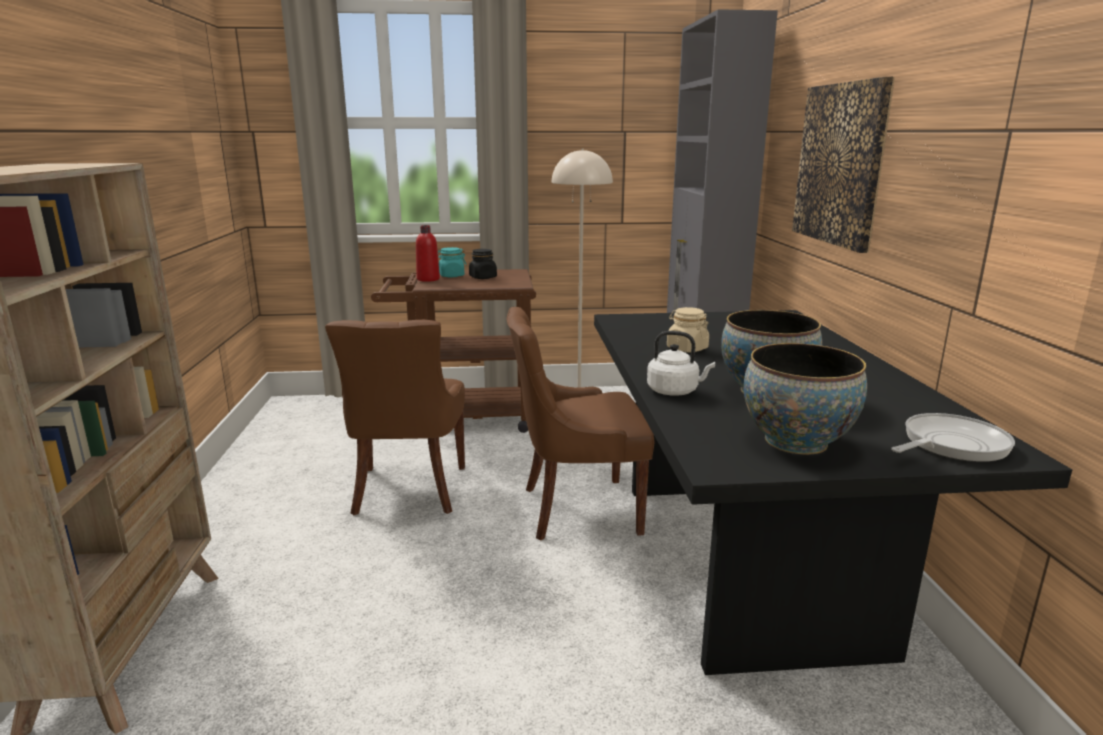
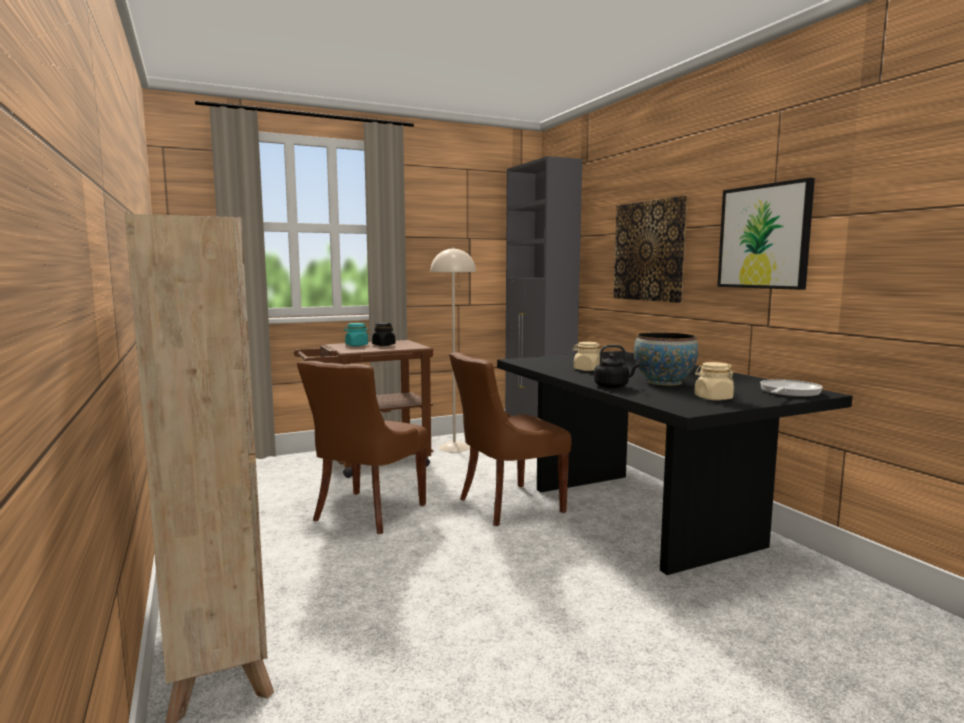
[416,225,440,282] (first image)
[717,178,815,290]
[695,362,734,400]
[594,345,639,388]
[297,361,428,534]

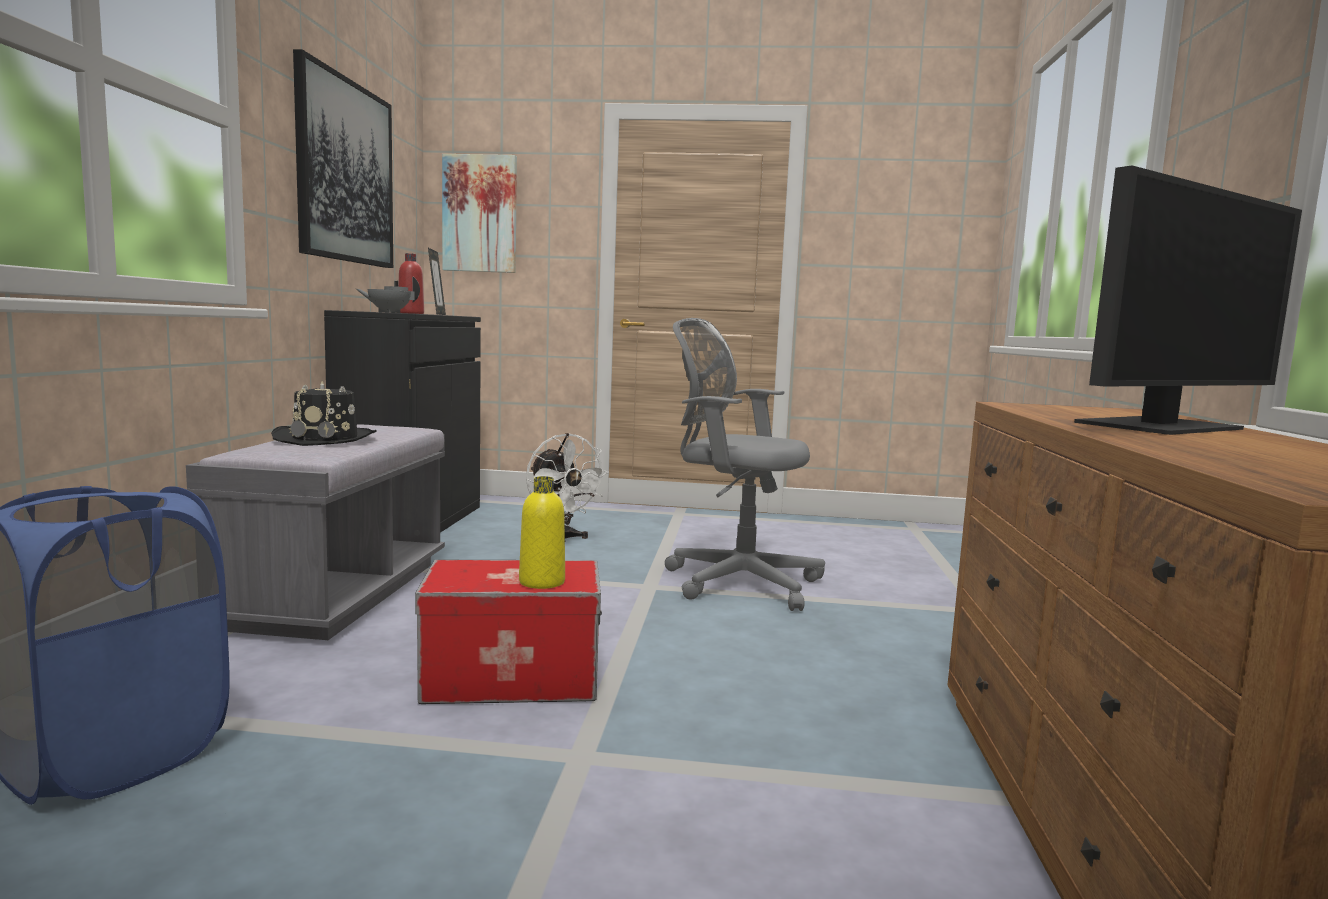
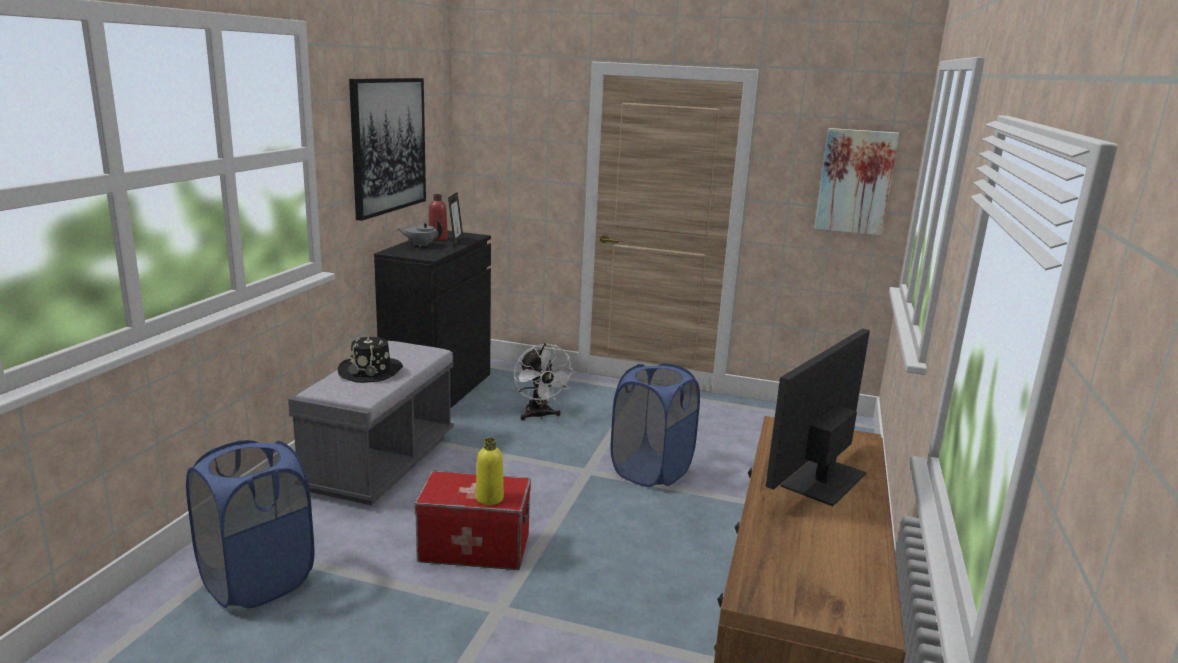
[814,128,899,236]
[611,363,700,487]
[766,329,870,506]

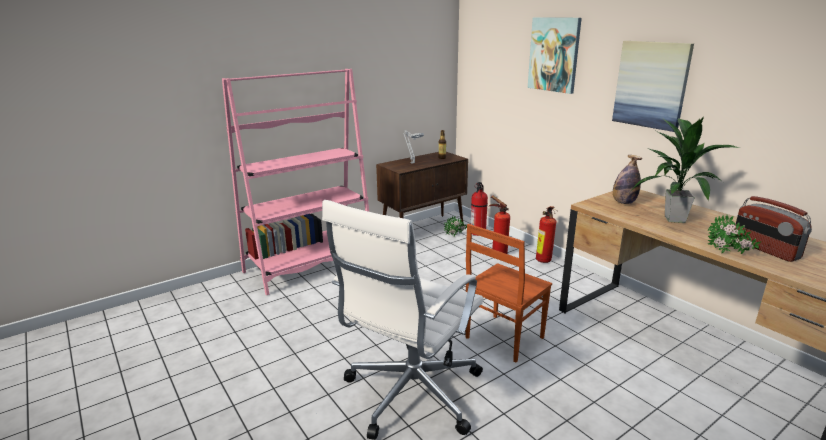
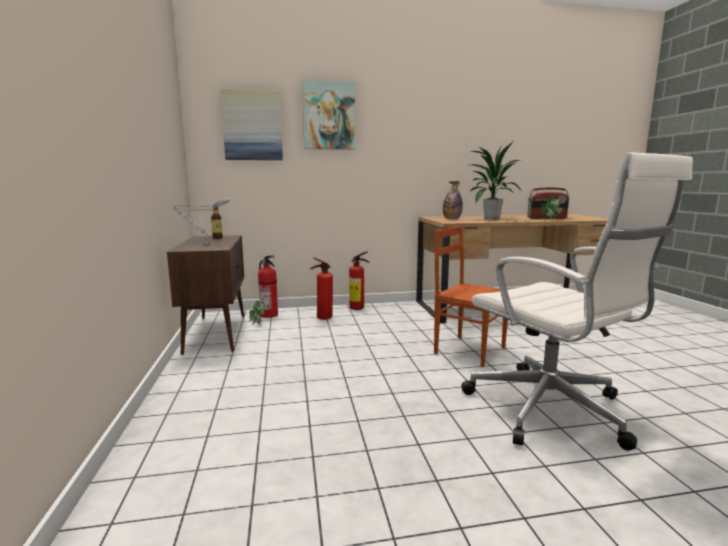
[222,69,369,295] (first image)
[221,89,283,160]
[434,226,508,367]

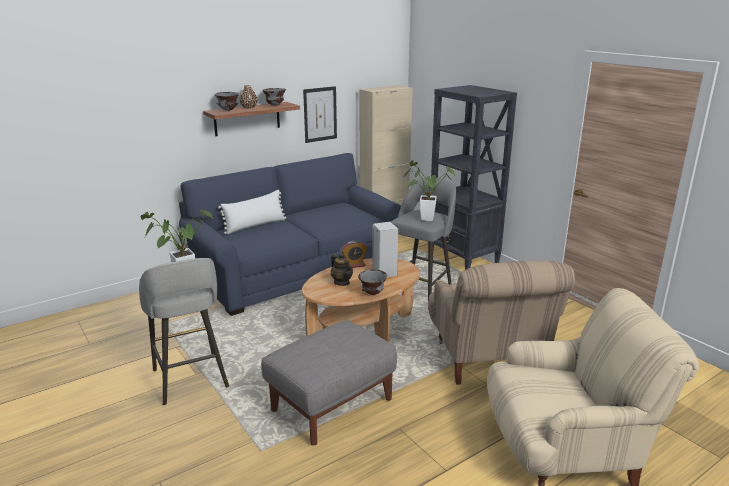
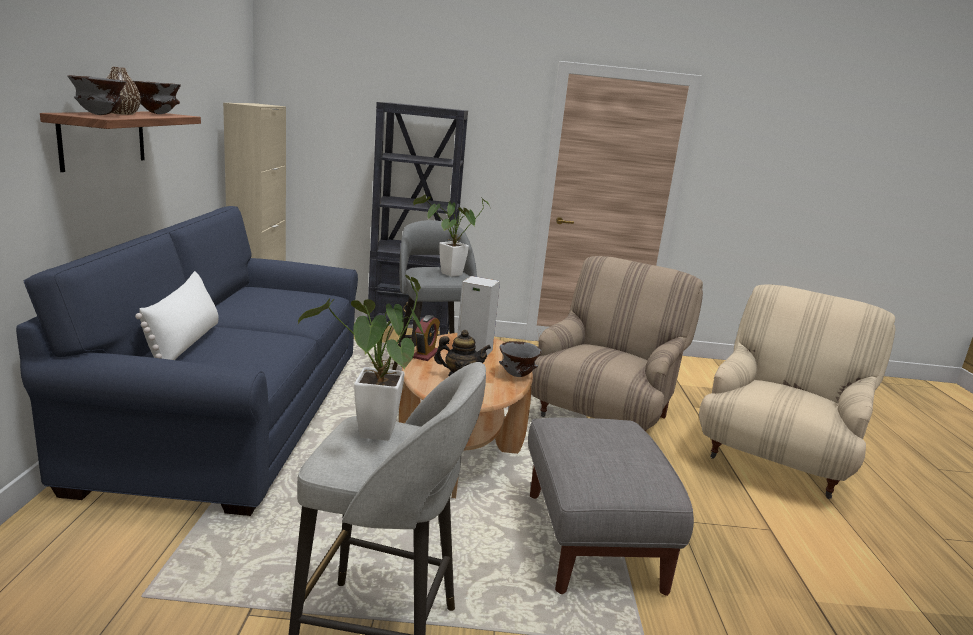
[303,86,337,143] (first image)
[531,256,703,431]

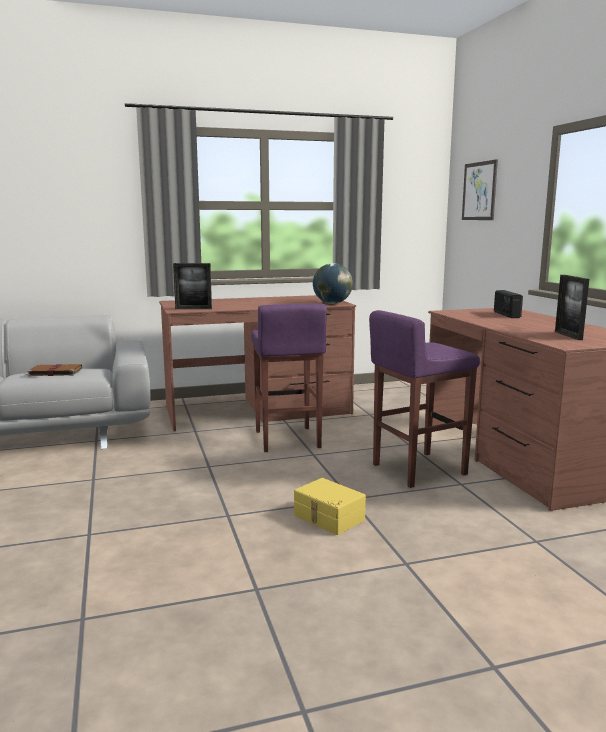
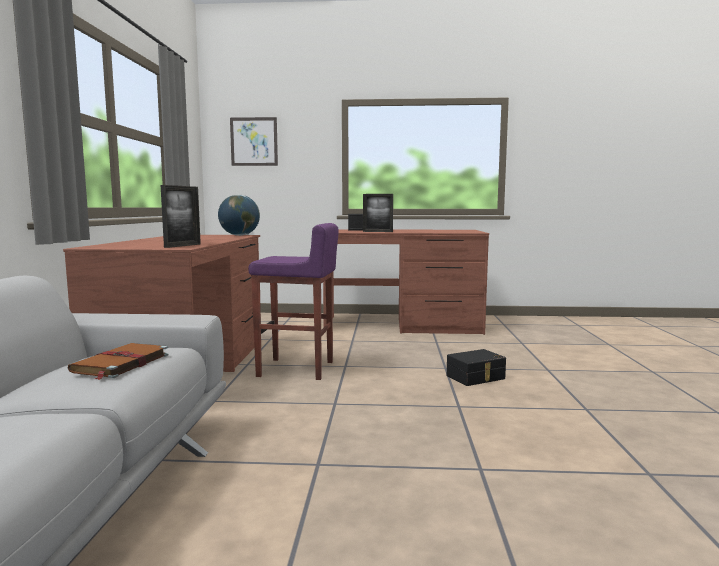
[369,310,480,488] (first image)
[363,194,393,232]
[447,349,506,386]

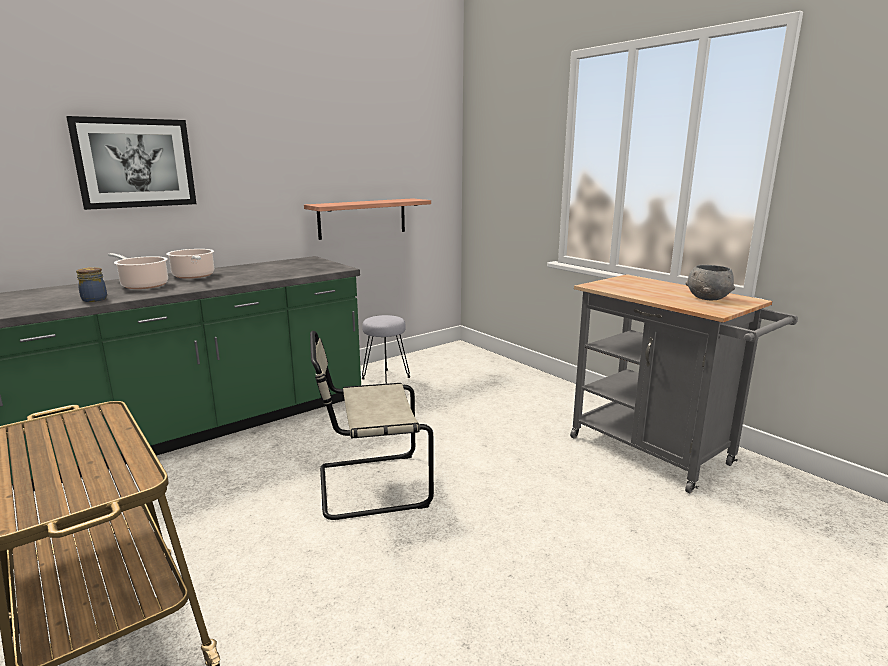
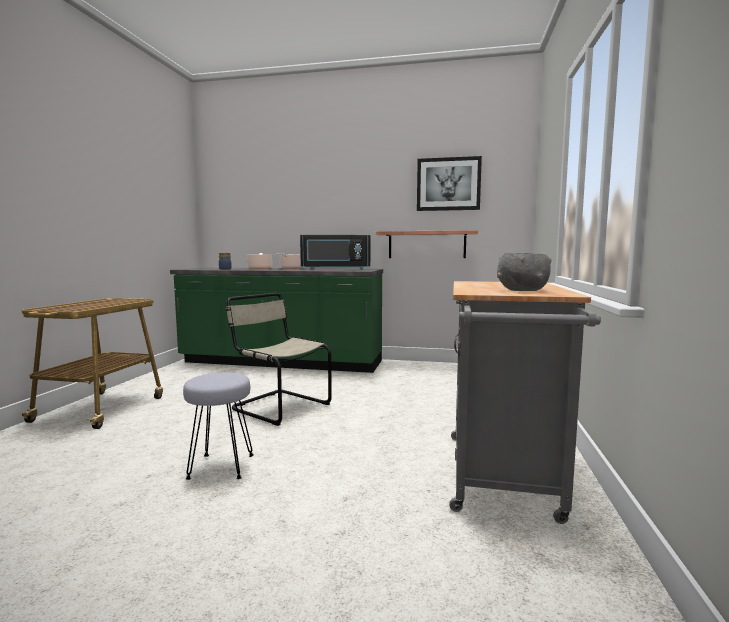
[300,235,370,270]
[417,156,482,211]
[183,372,254,480]

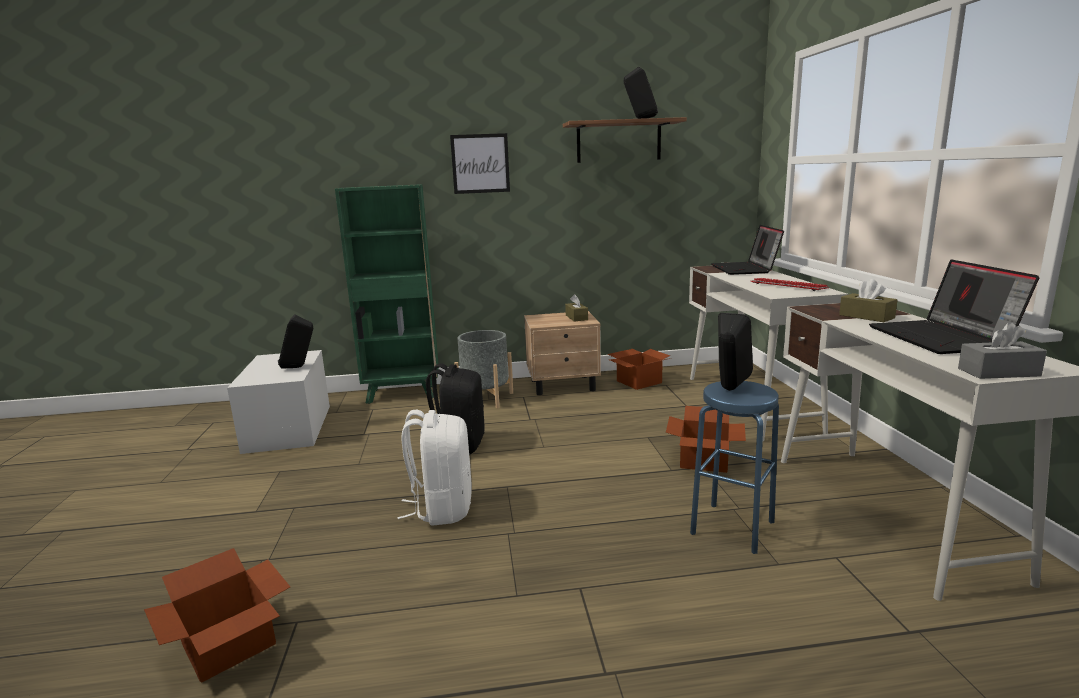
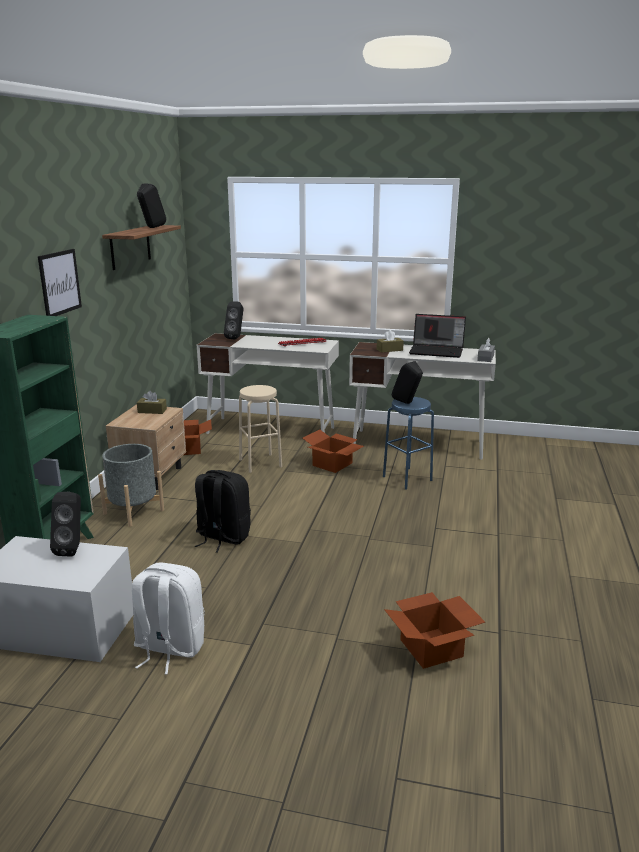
[239,385,282,473]
[132,562,205,674]
[224,301,243,339]

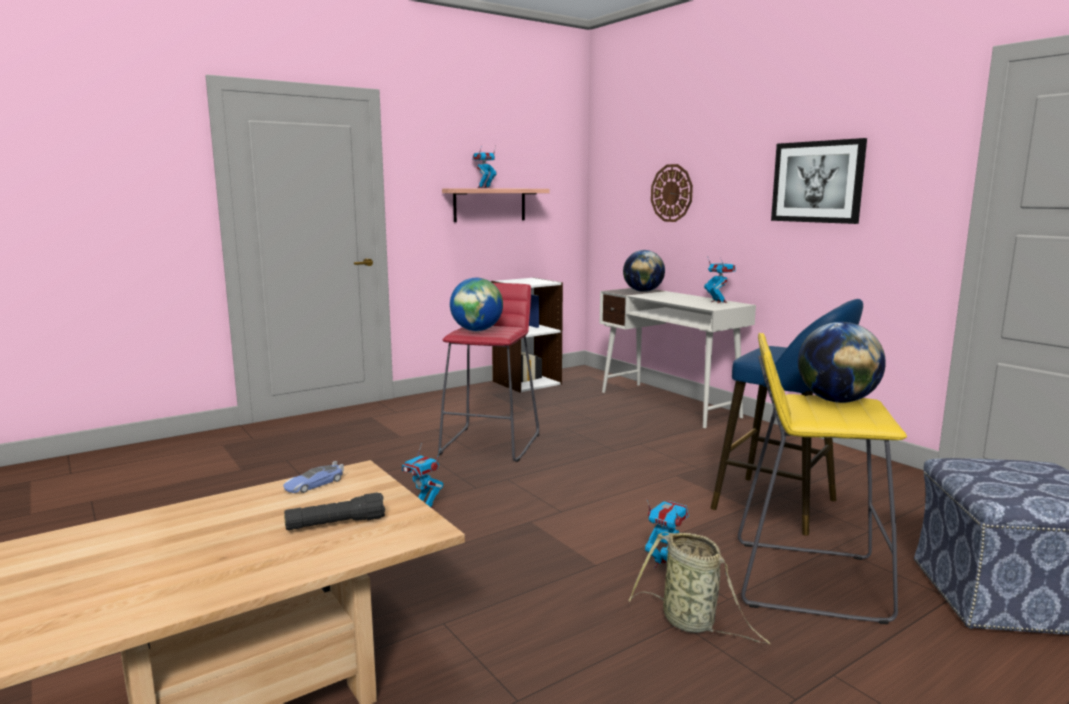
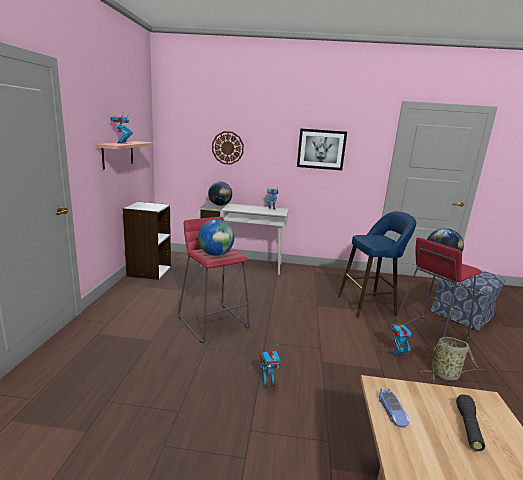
[393,238,482,342]

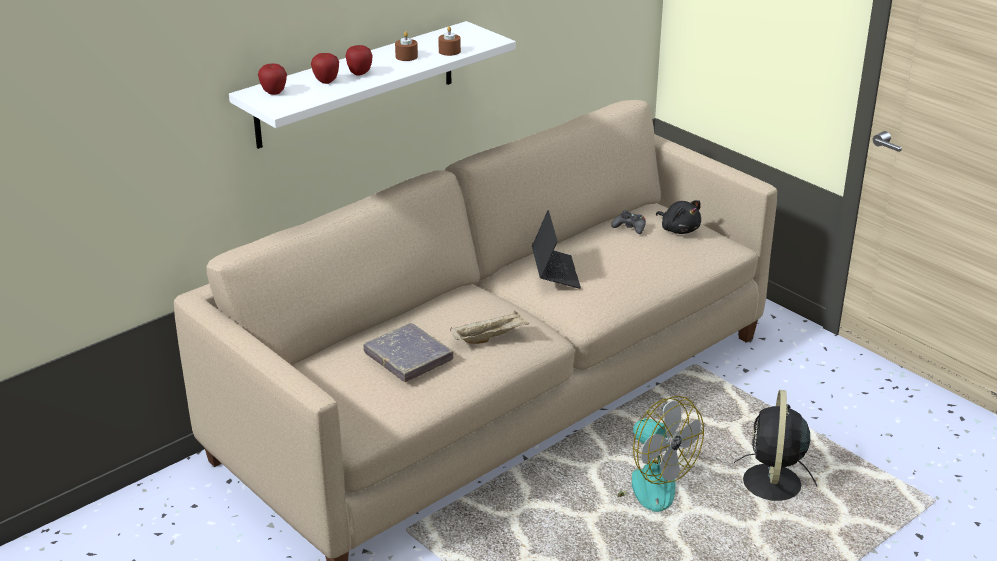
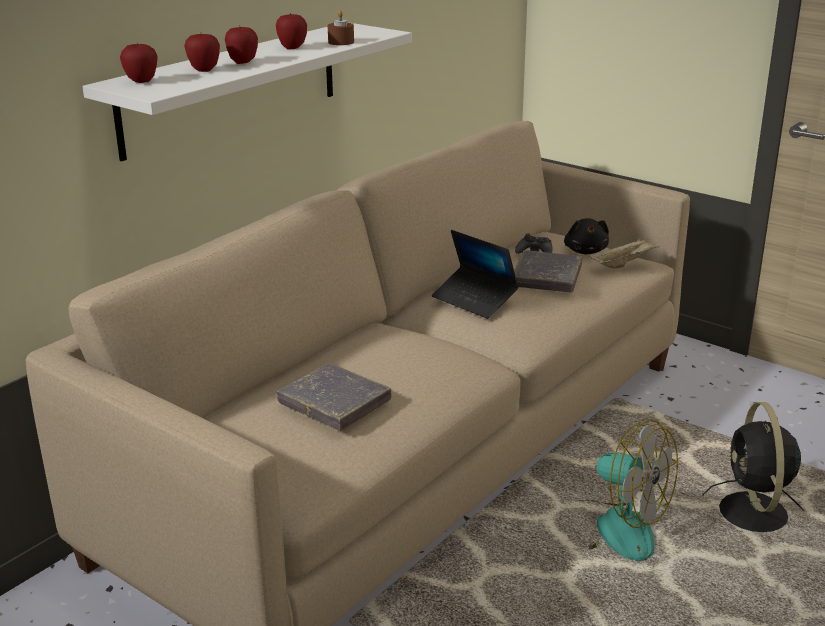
[514,250,582,292]
[589,238,660,268]
[276,12,307,49]
[432,230,519,319]
[564,218,609,254]

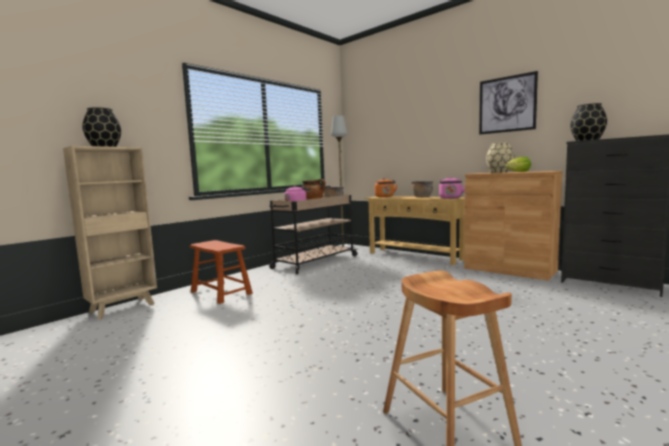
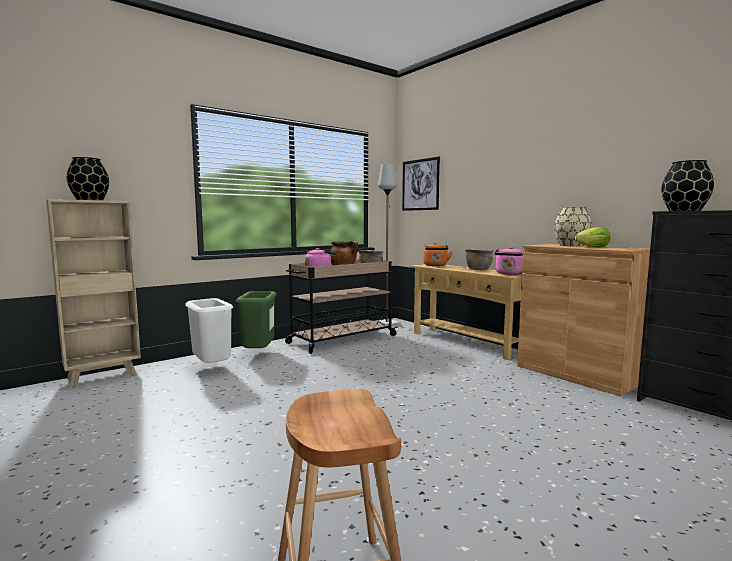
[236,291,277,348]
[402,157,440,211]
[185,298,233,363]

